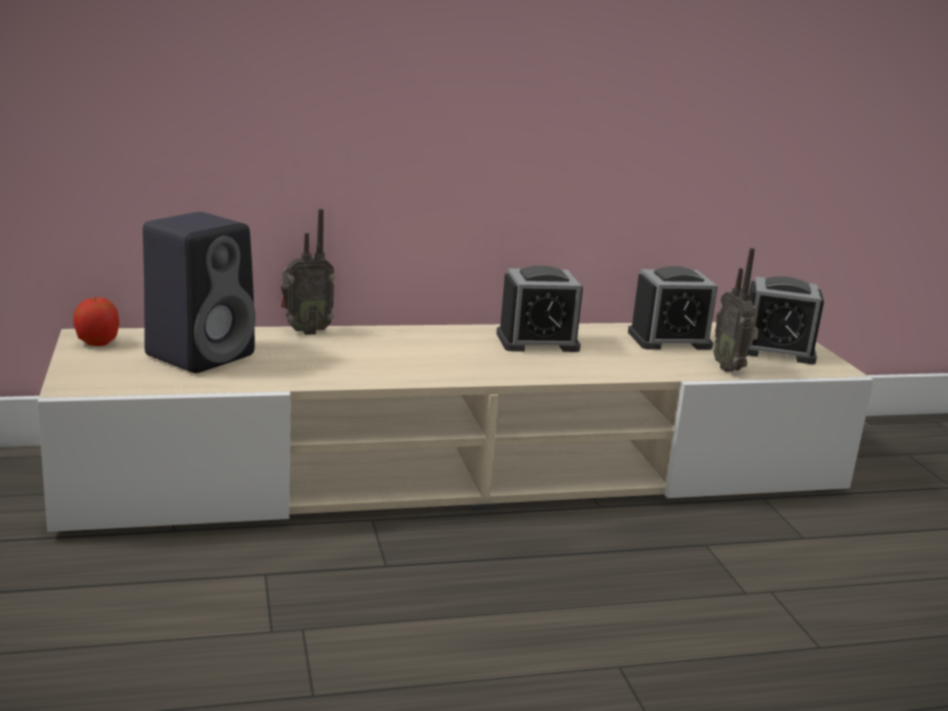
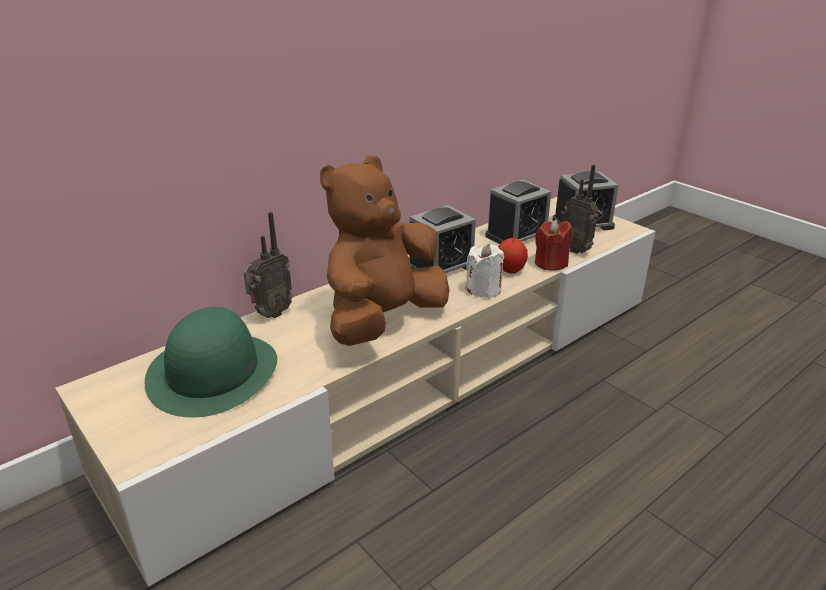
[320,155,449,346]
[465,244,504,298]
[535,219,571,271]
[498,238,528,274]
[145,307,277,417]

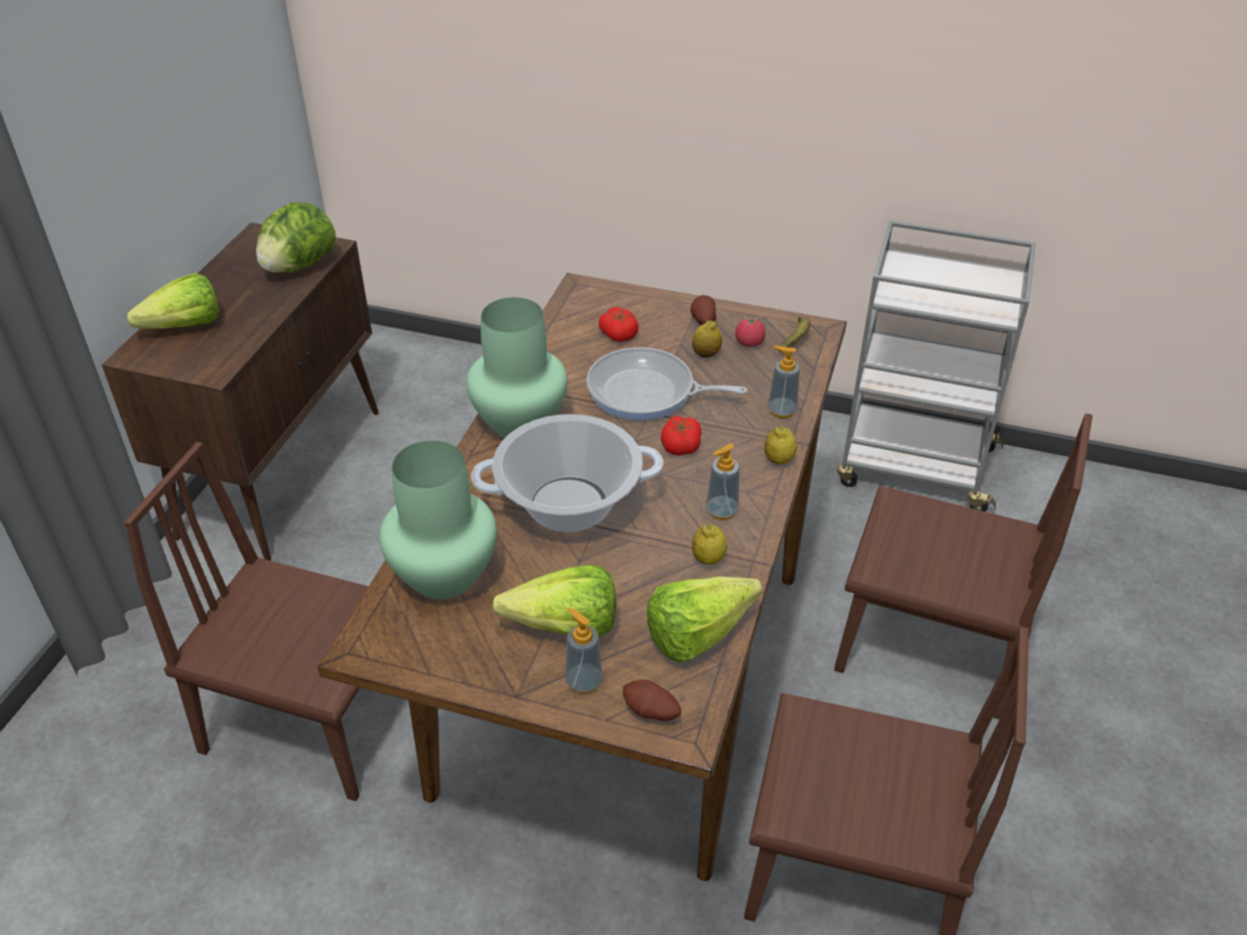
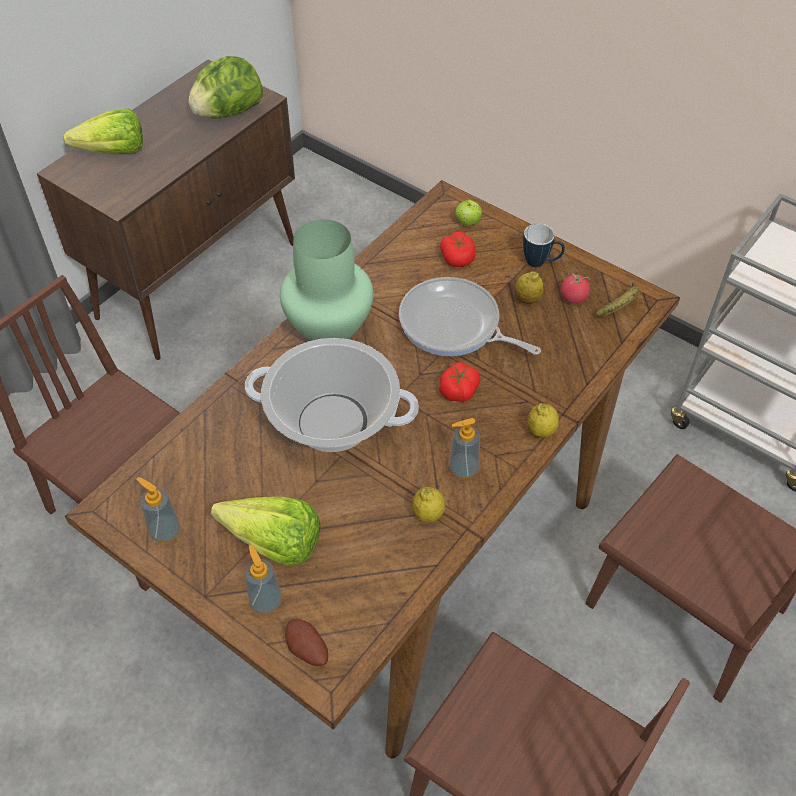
[379,441,497,599] (first image)
[647,576,762,663] (first image)
[455,200,482,226]
[136,477,181,543]
[523,223,565,267]

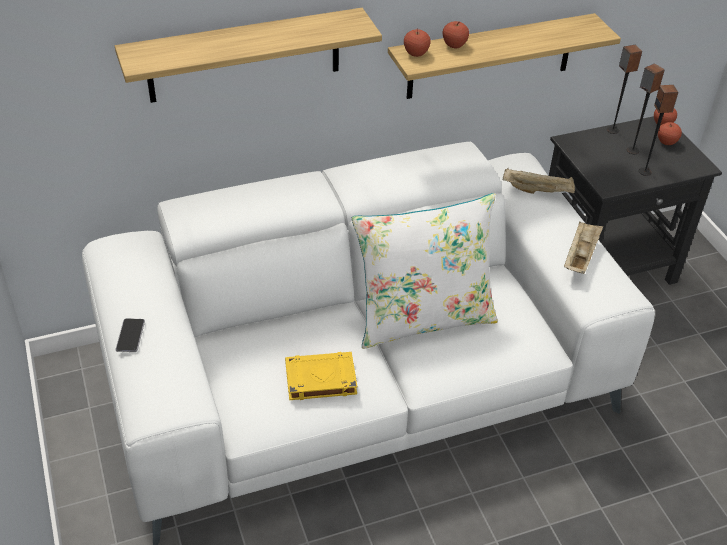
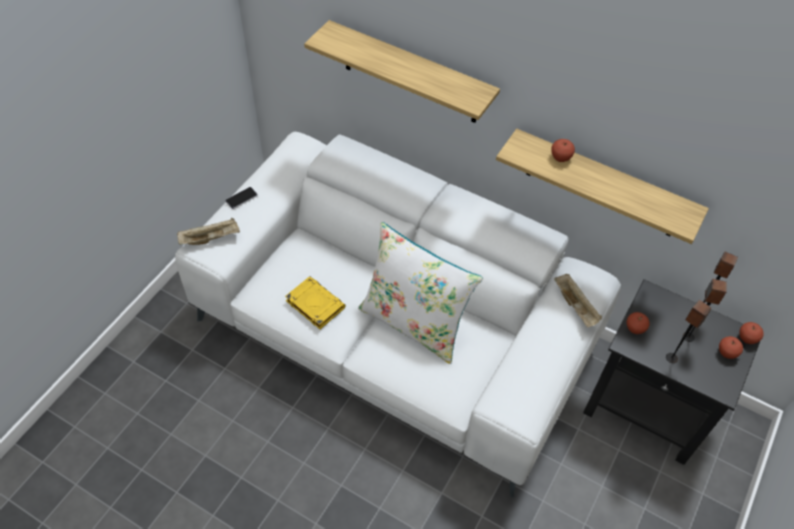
[627,312,650,334]
[177,218,240,245]

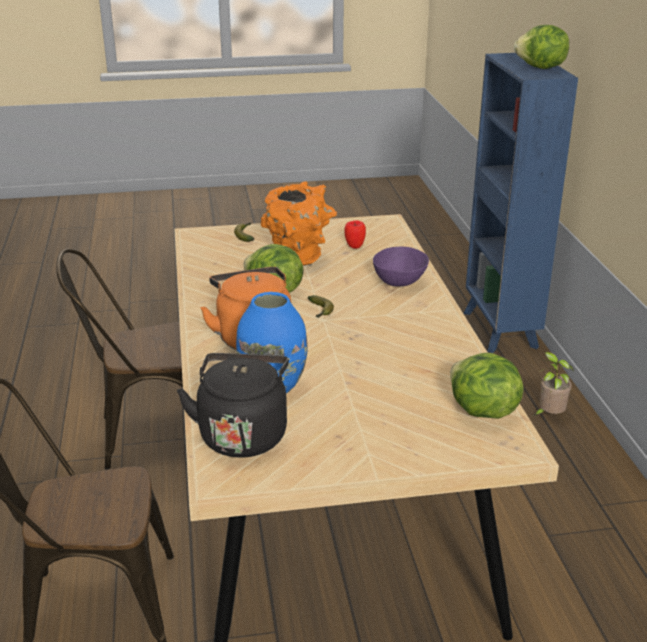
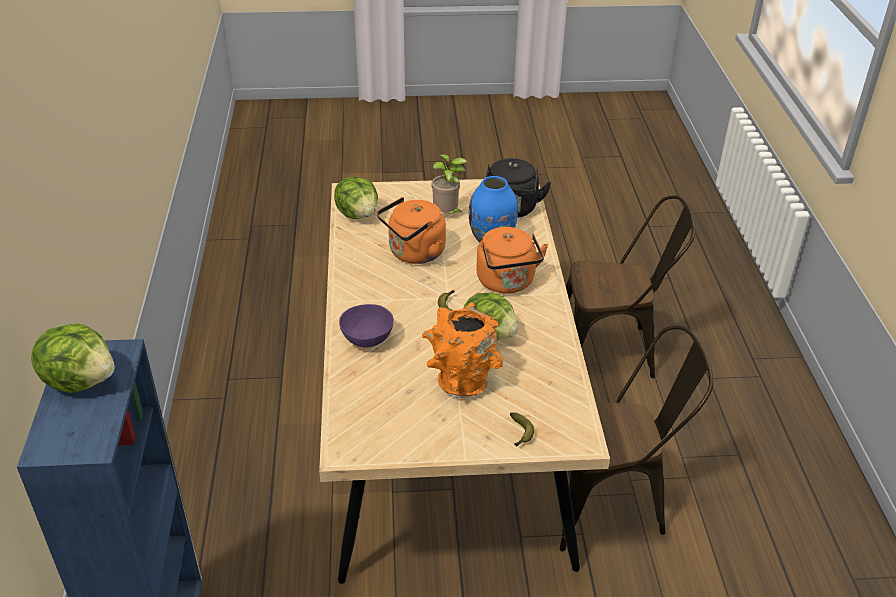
[344,220,366,249] (first image)
[377,197,446,264]
[431,154,467,215]

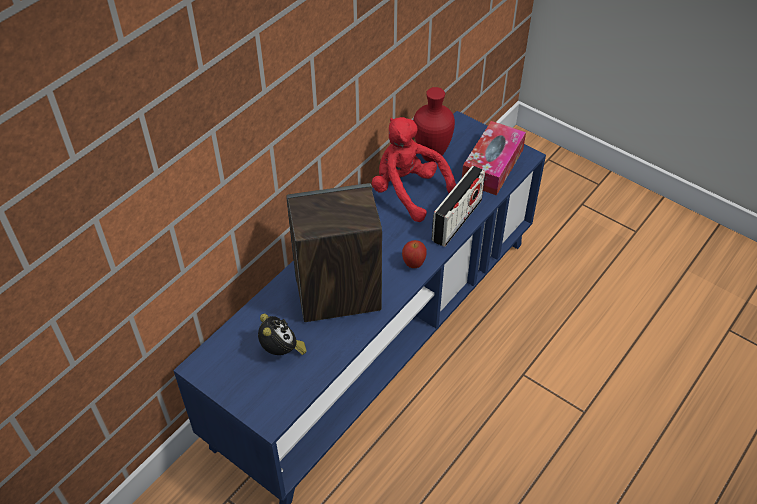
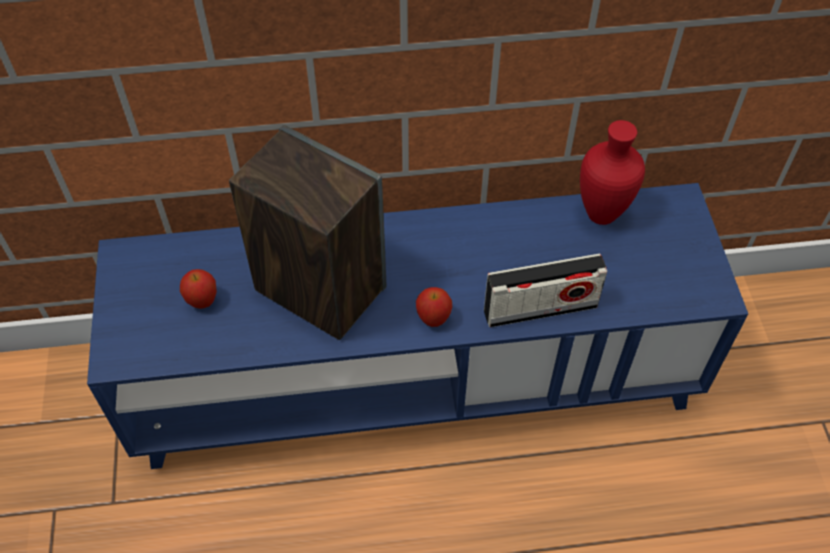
[372,117,456,222] (first image)
[462,121,526,196] (first image)
[180,269,217,309]

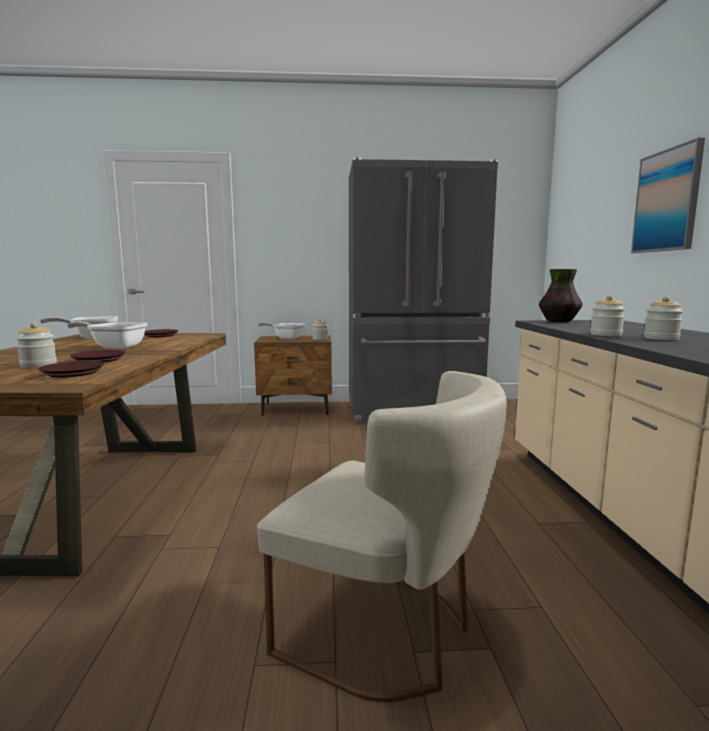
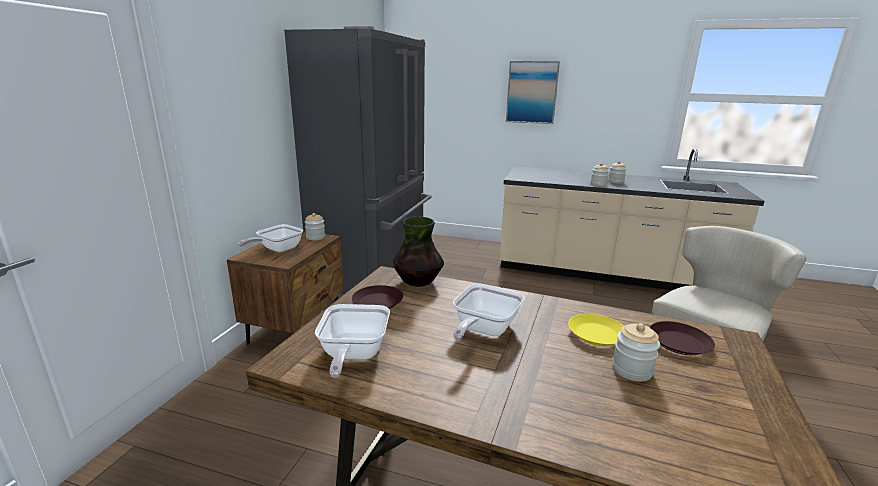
[393,217,444,287]
[568,314,624,346]

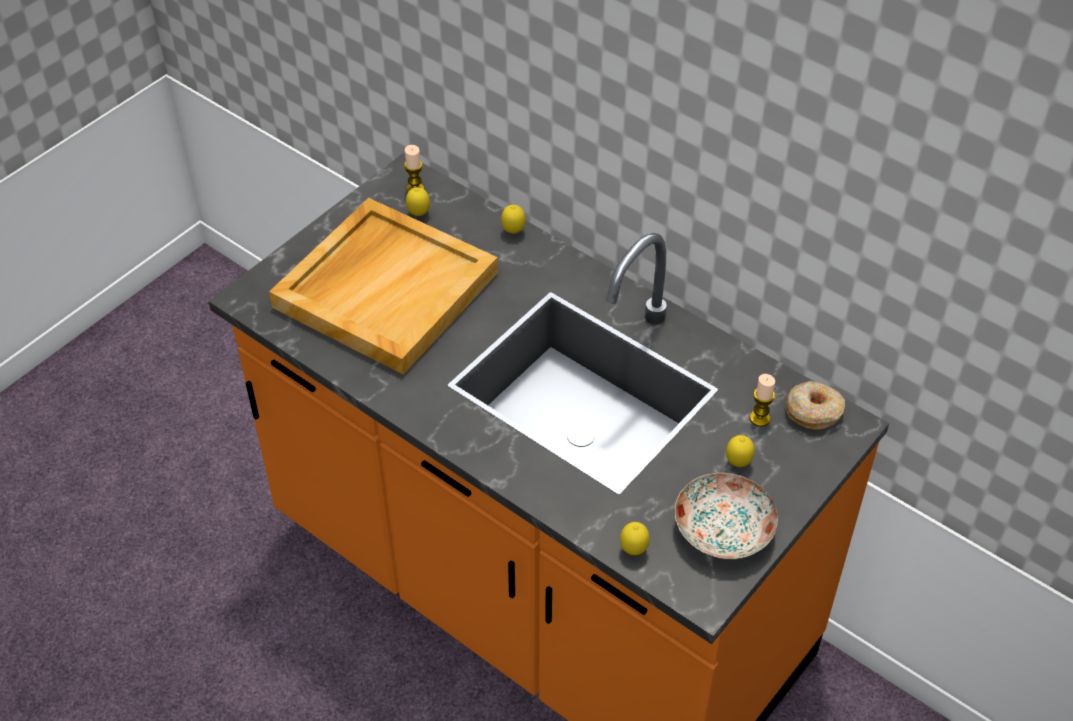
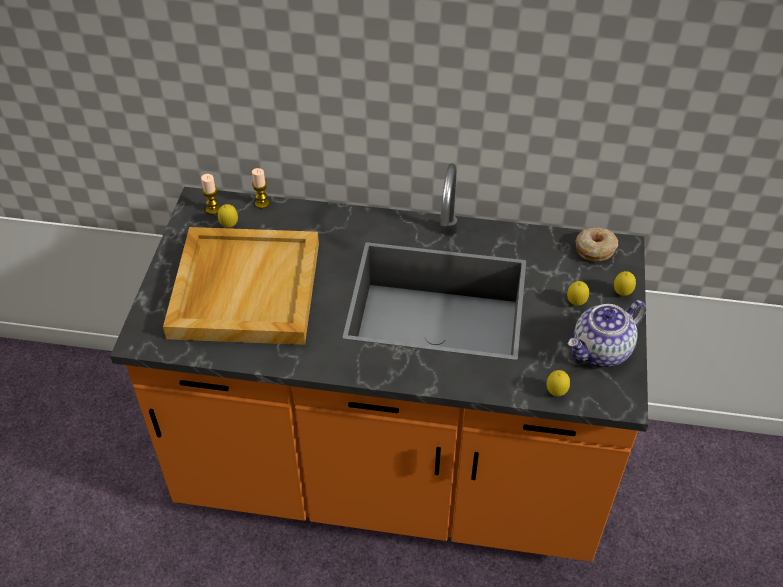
[614,271,636,296]
[252,168,269,208]
[567,300,646,367]

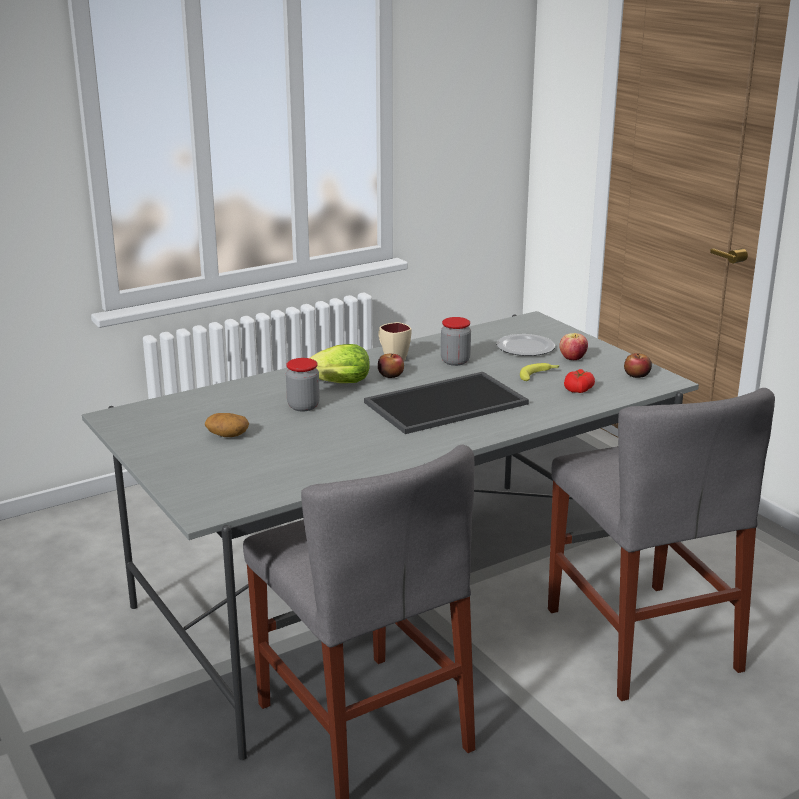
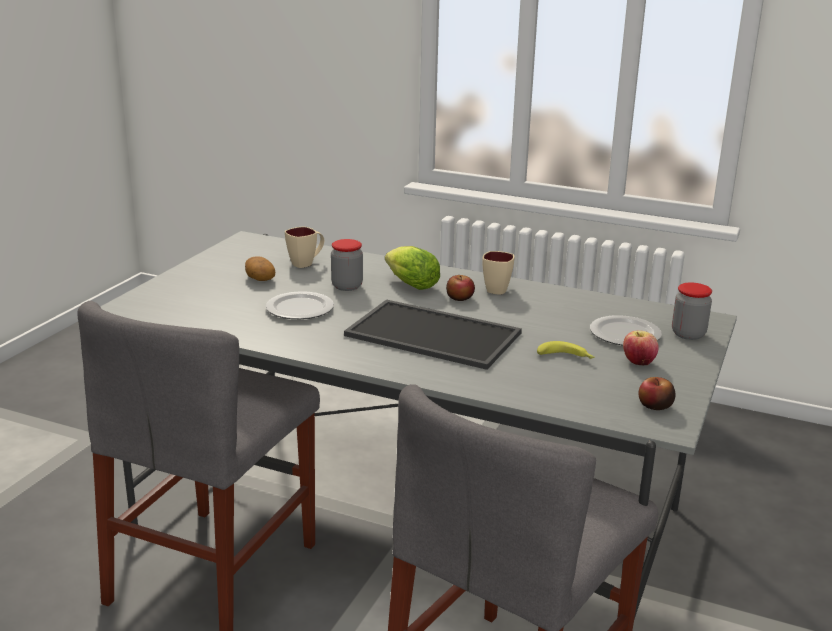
[564,369,595,393] (first image)
[266,291,334,319]
[285,227,324,268]
[672,282,712,340]

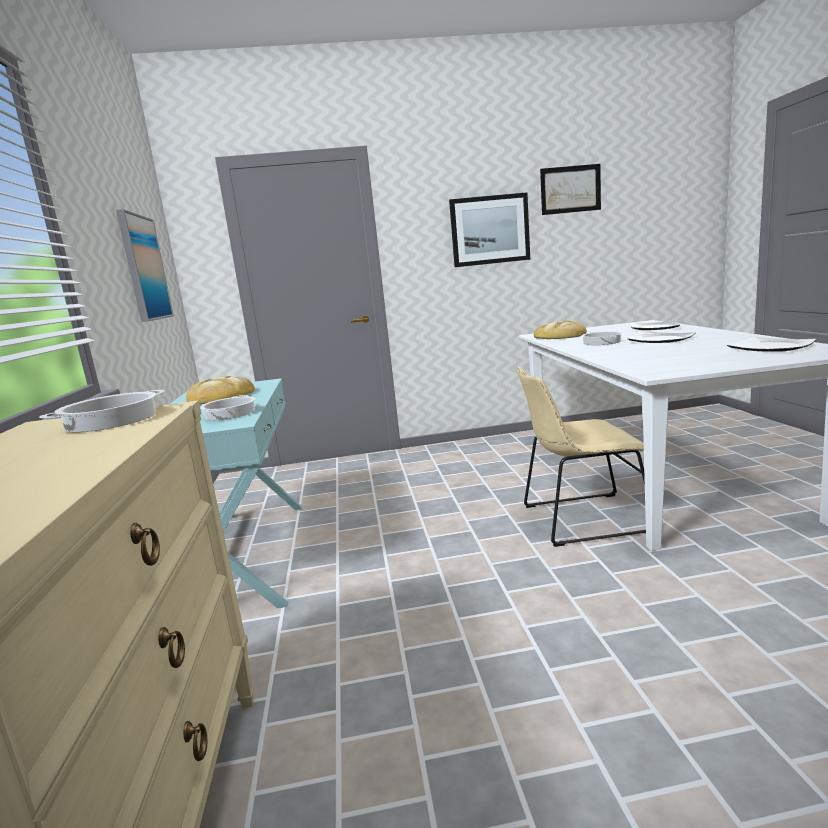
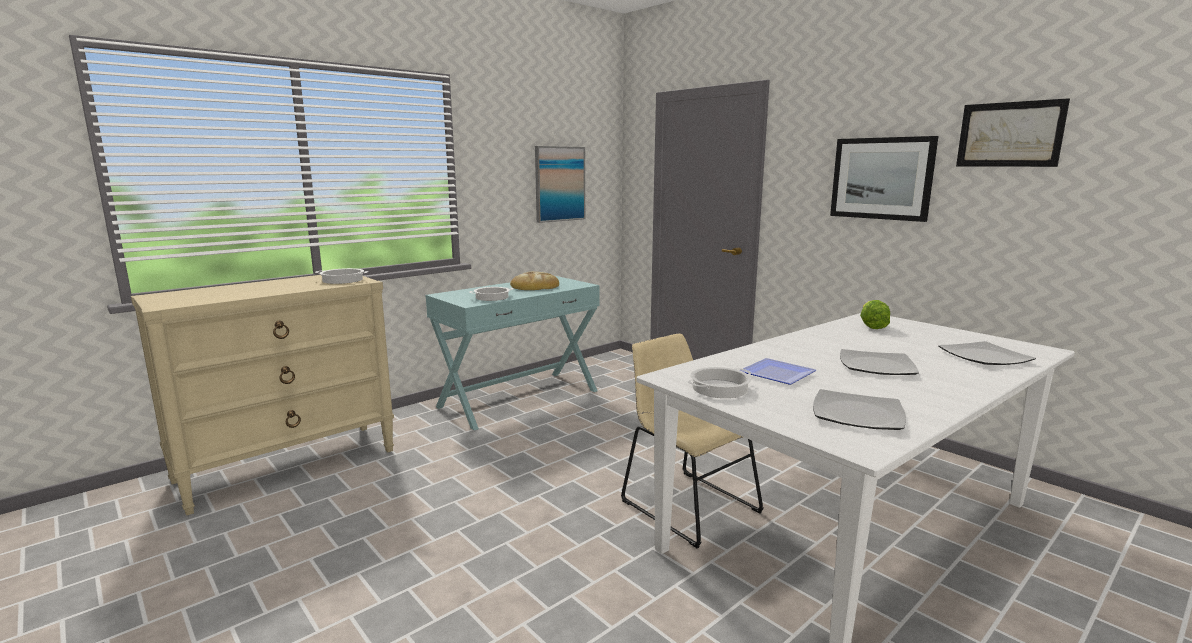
[739,358,816,385]
[687,367,751,398]
[860,300,890,329]

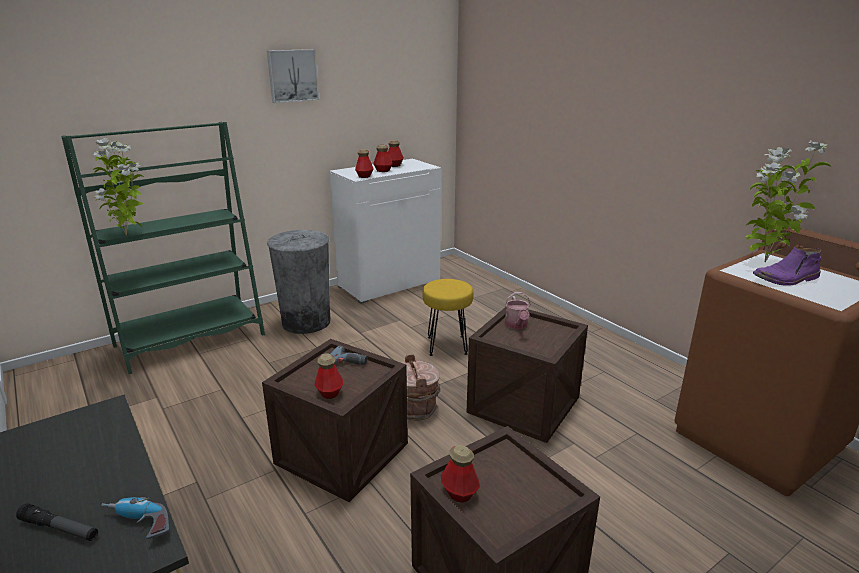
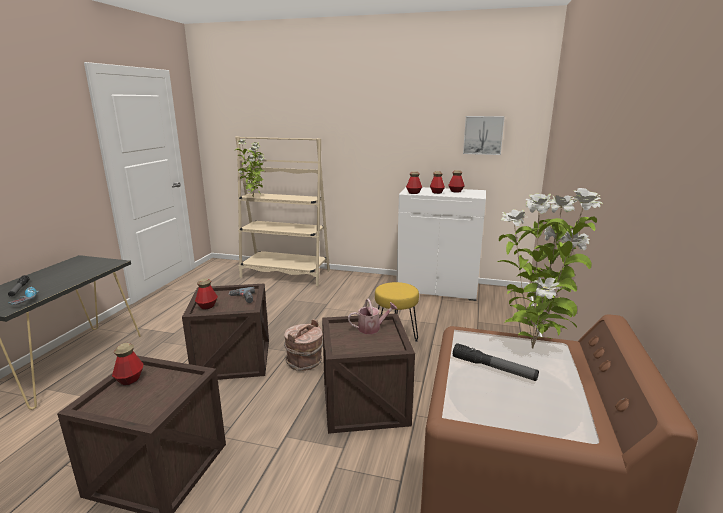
[267,230,331,334] (first image)
[463,116,505,155]
[453,343,539,381]
[235,136,330,286]
[348,299,397,334]

